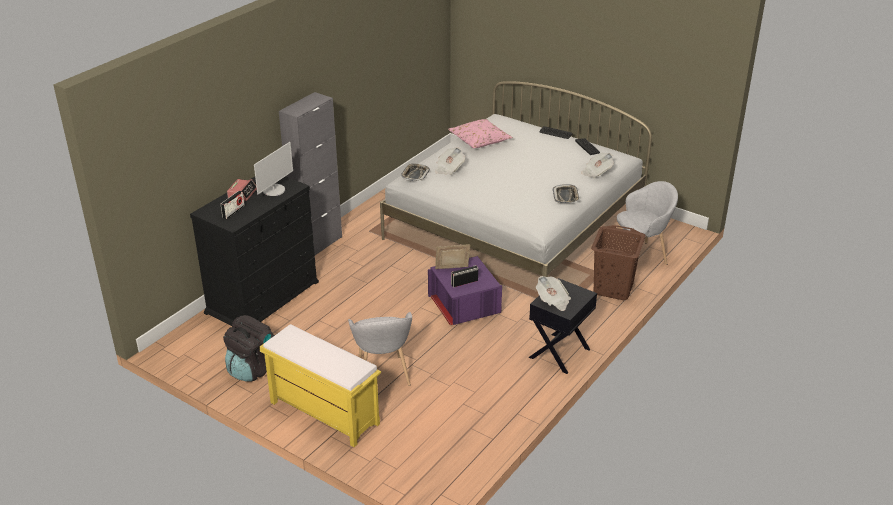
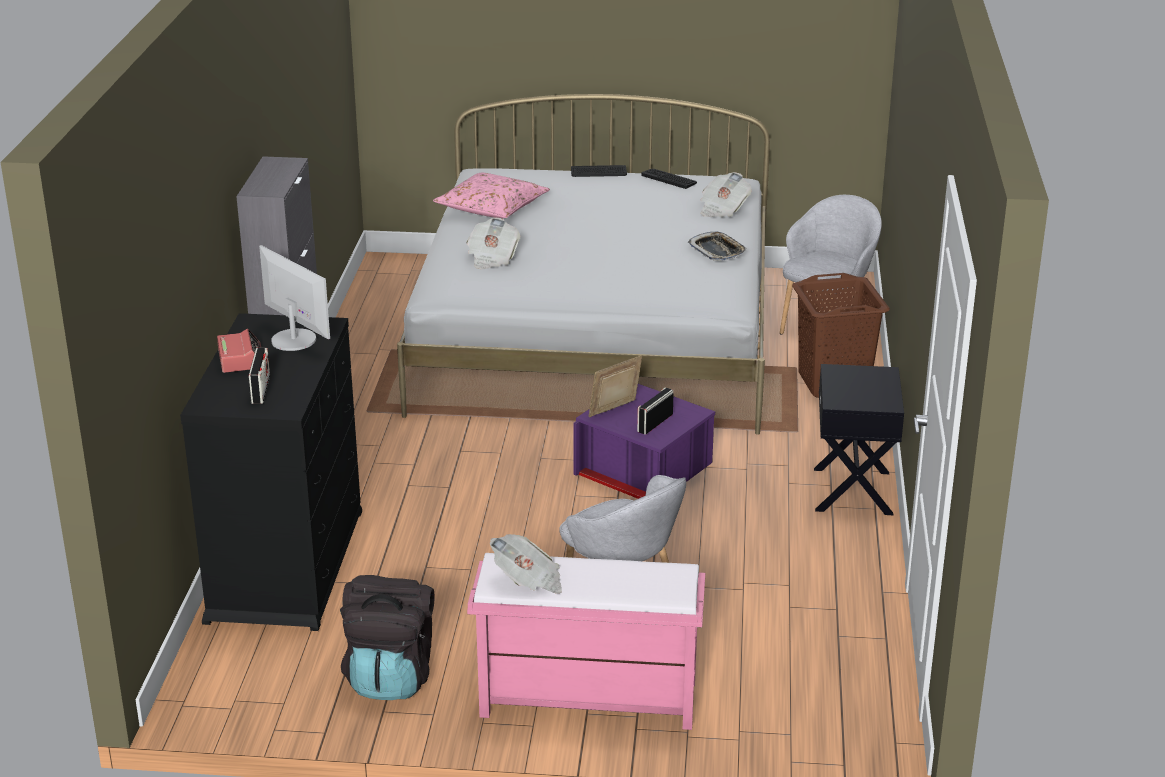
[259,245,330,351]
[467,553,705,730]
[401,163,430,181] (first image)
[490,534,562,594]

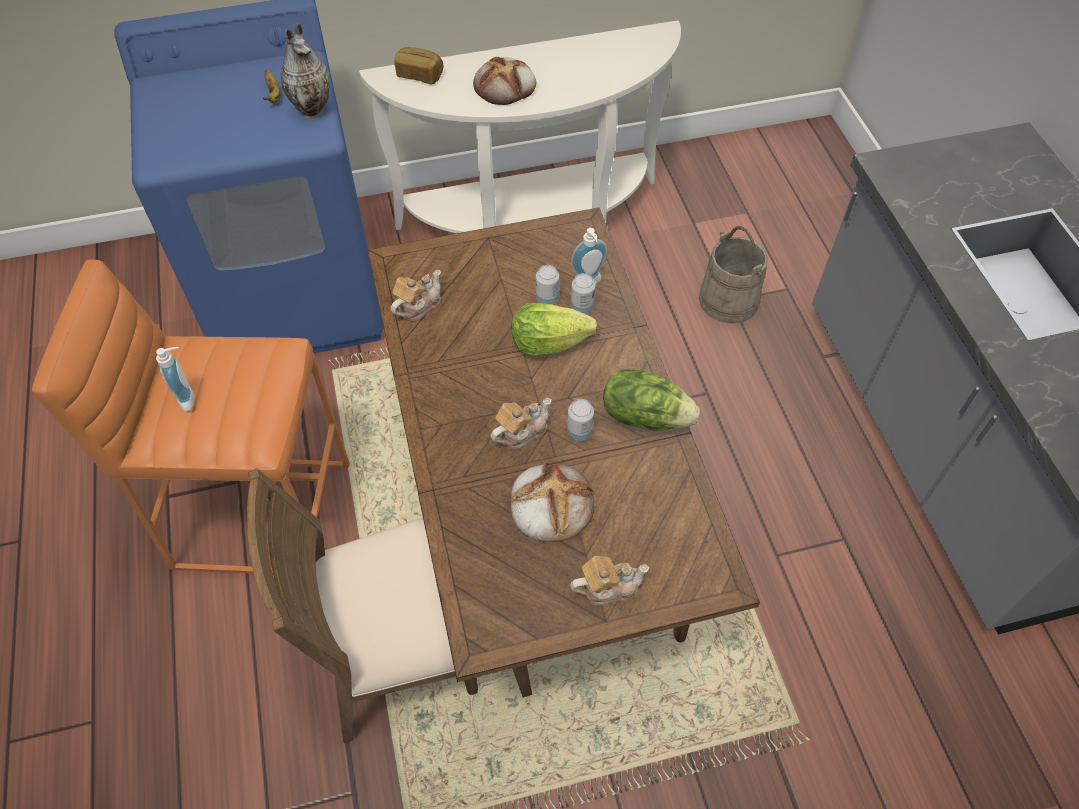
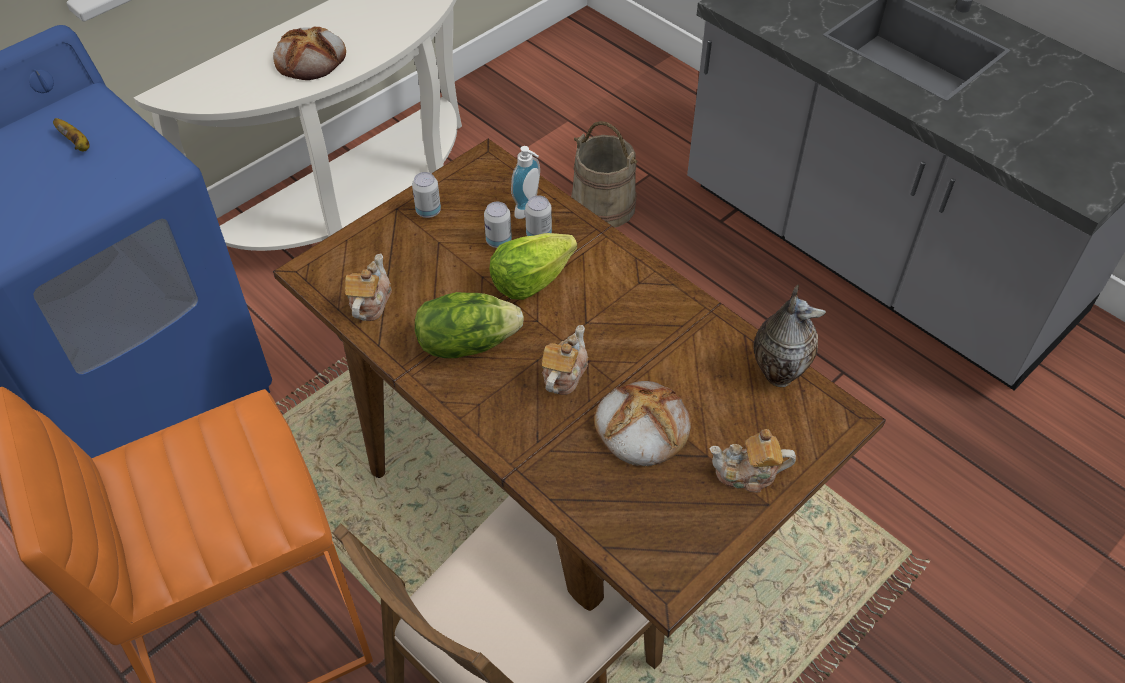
[156,347,195,412] (first image)
[754,285,826,387]
[394,47,443,84] (first image)
[412,172,441,218]
[710,429,796,493]
[415,292,524,358]

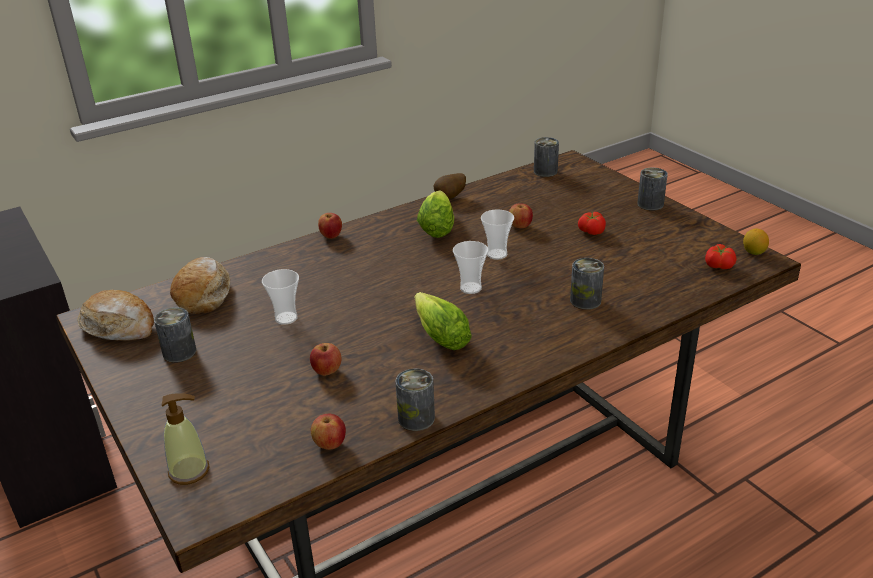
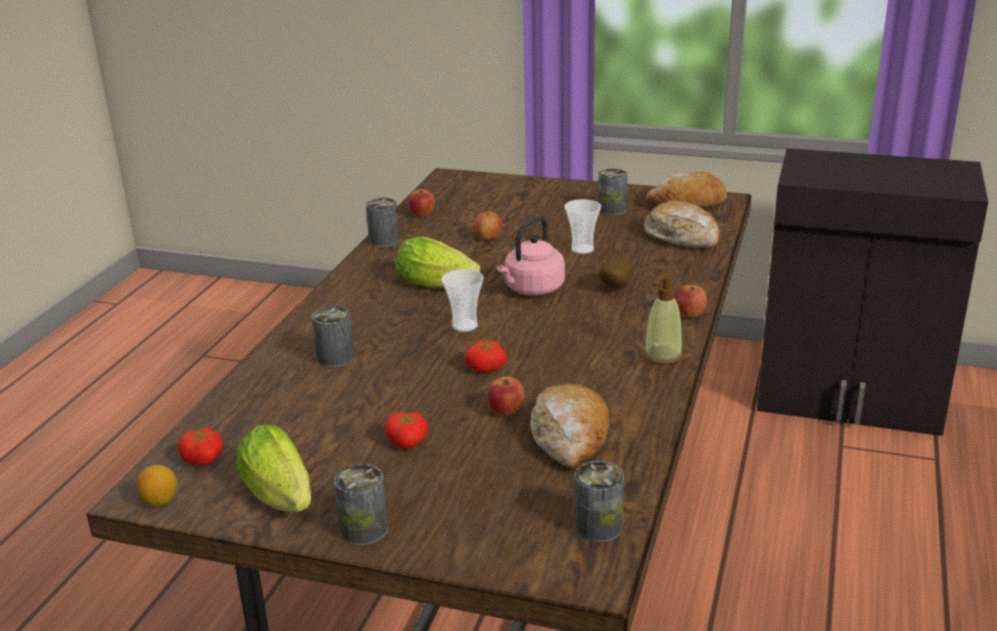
[644,271,683,365]
[236,424,311,512]
[599,258,634,288]
[465,340,507,372]
[497,216,565,296]
[530,384,609,468]

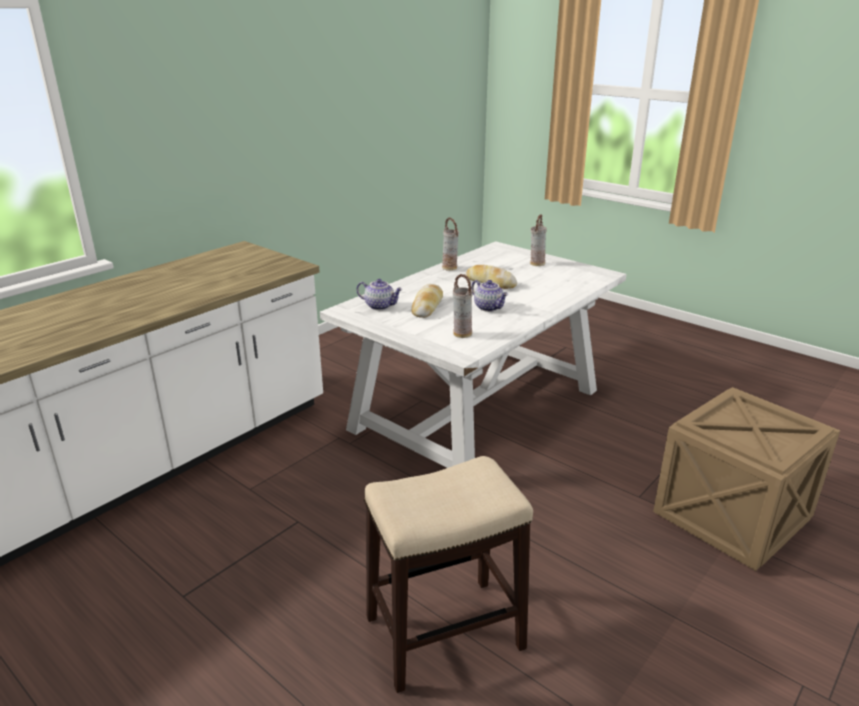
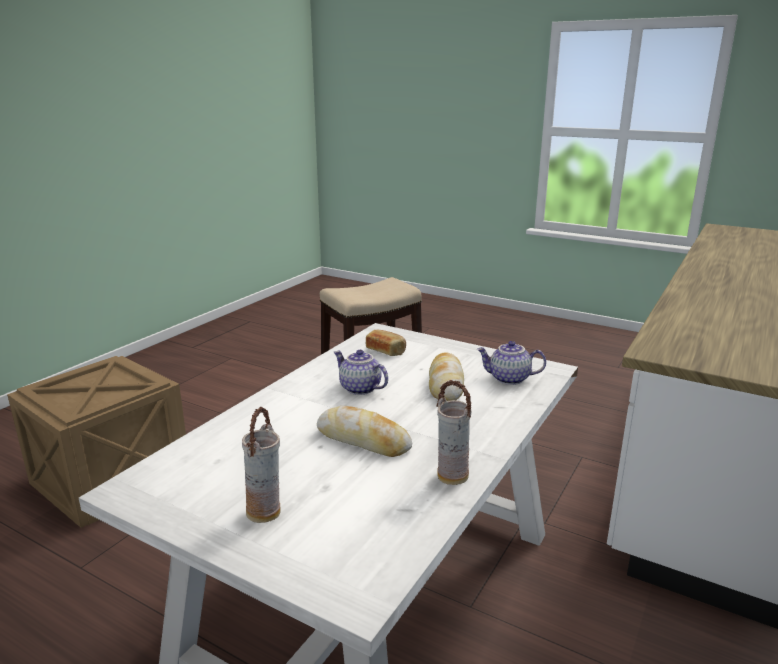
[366,330,406,356]

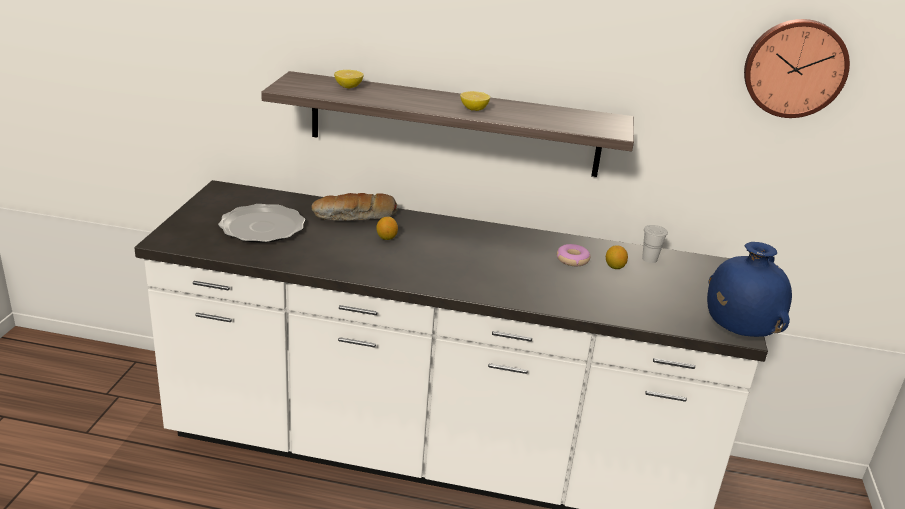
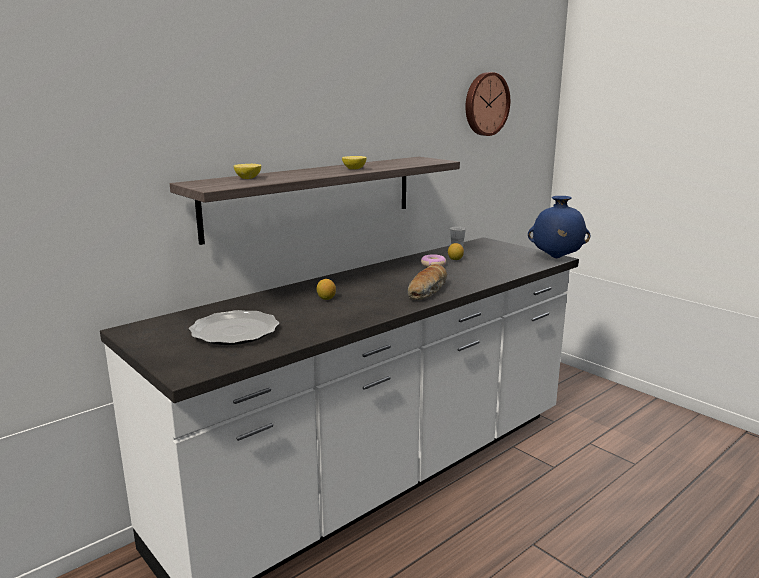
[408,264,447,300]

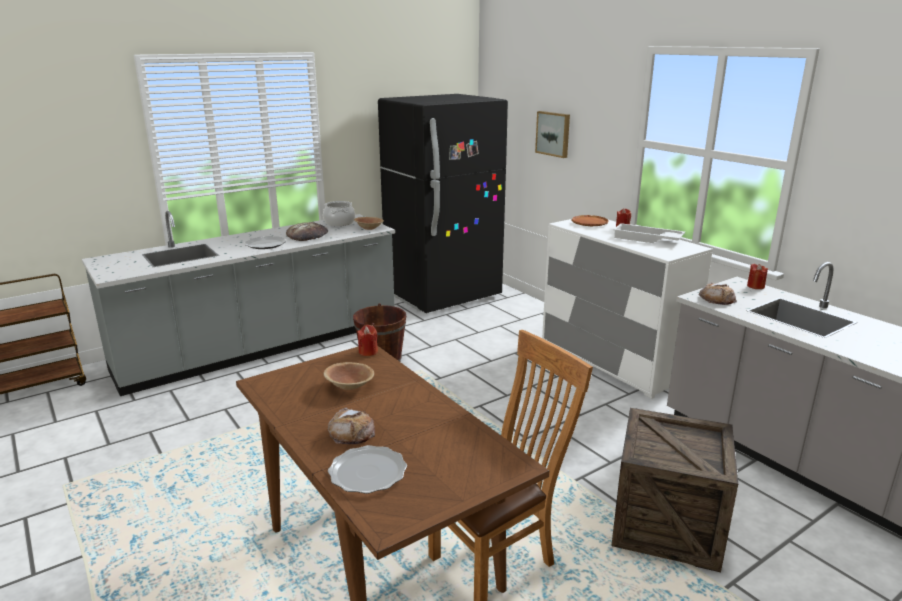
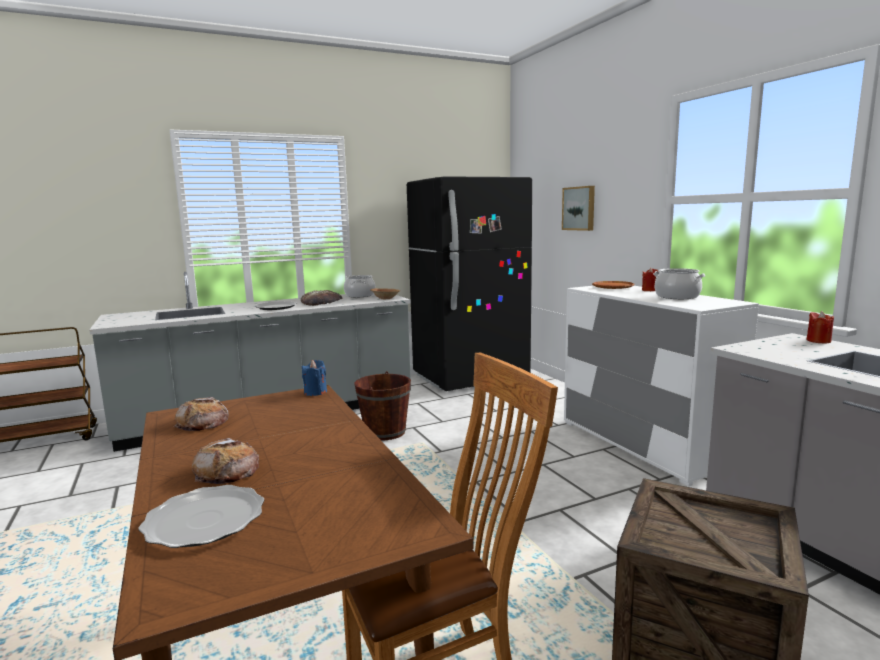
[324,362,374,390] (first image)
[302,360,327,396]
[653,268,705,299]
[174,397,229,431]

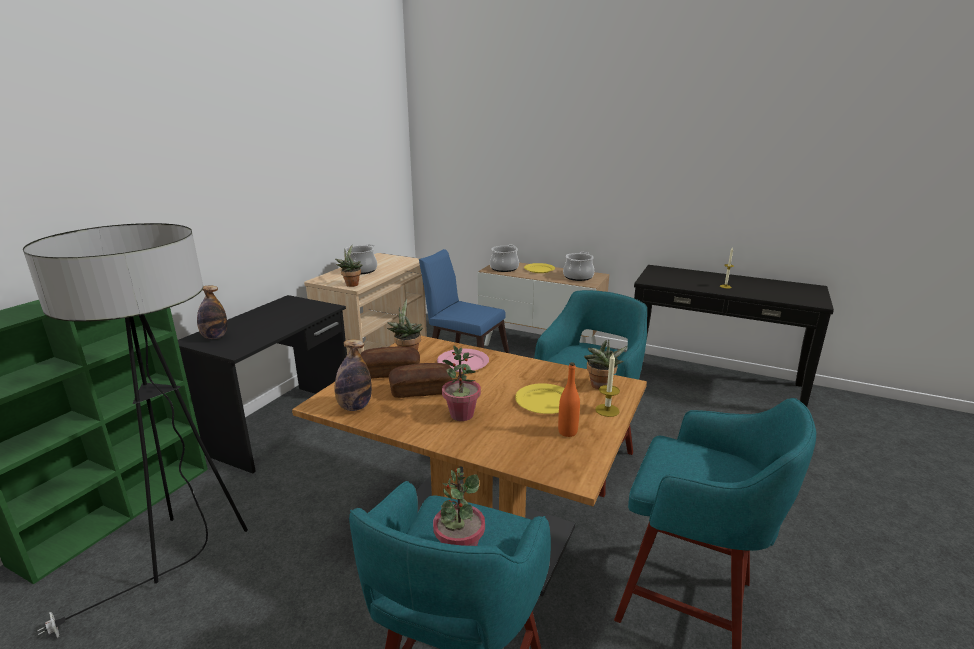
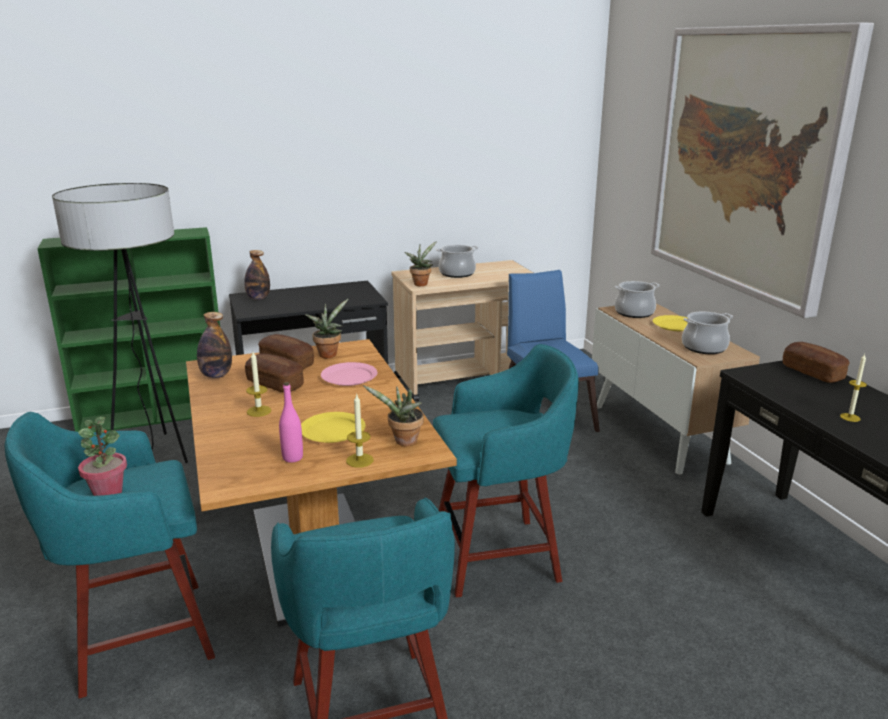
[246,352,271,417]
[279,382,303,463]
[651,23,874,318]
[783,342,850,383]

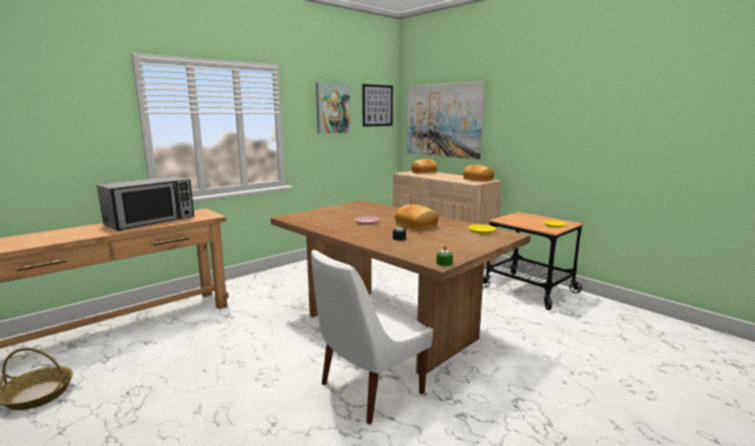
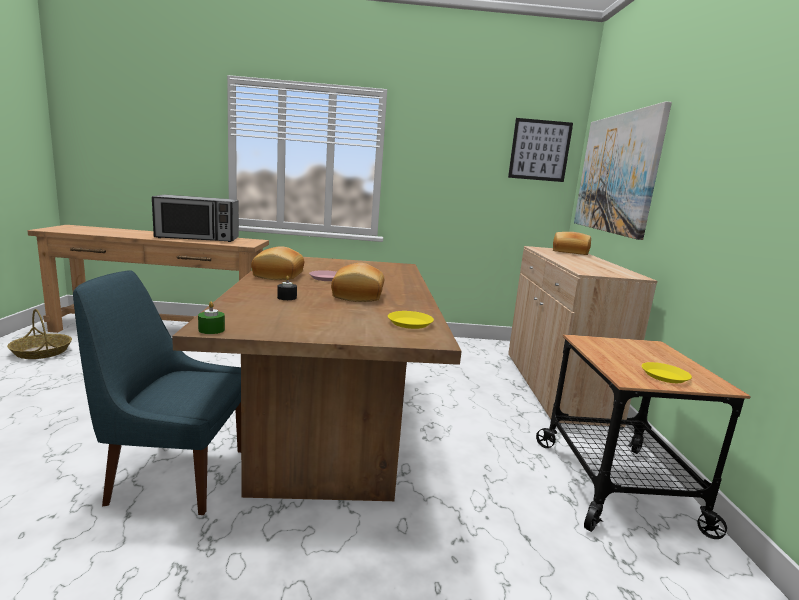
[73,270,241,515]
[316,82,351,134] (first image)
[251,246,304,280]

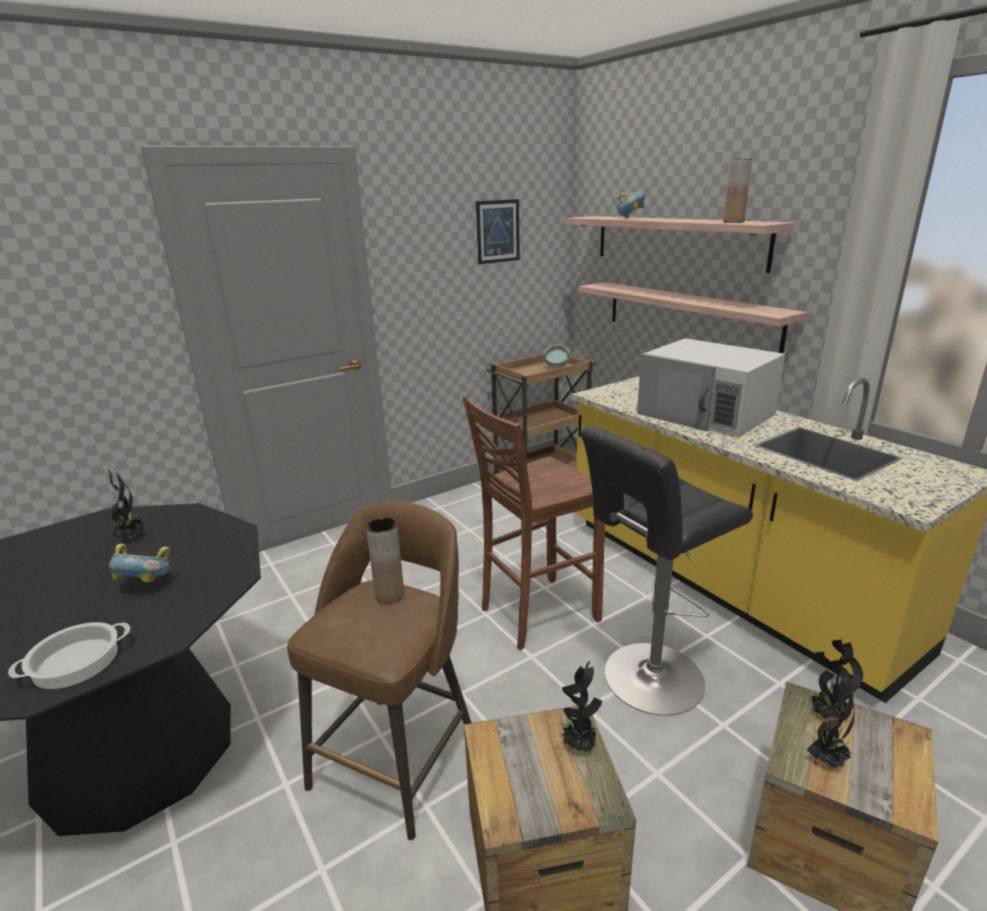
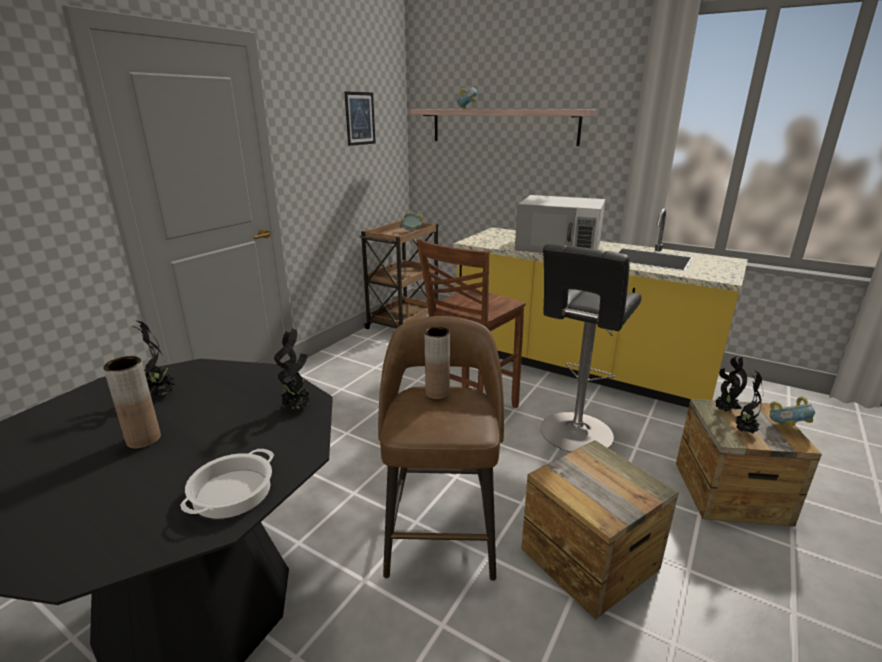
[770,396,815,426]
[274,328,310,409]
[579,282,807,353] (first image)
[103,356,161,449]

